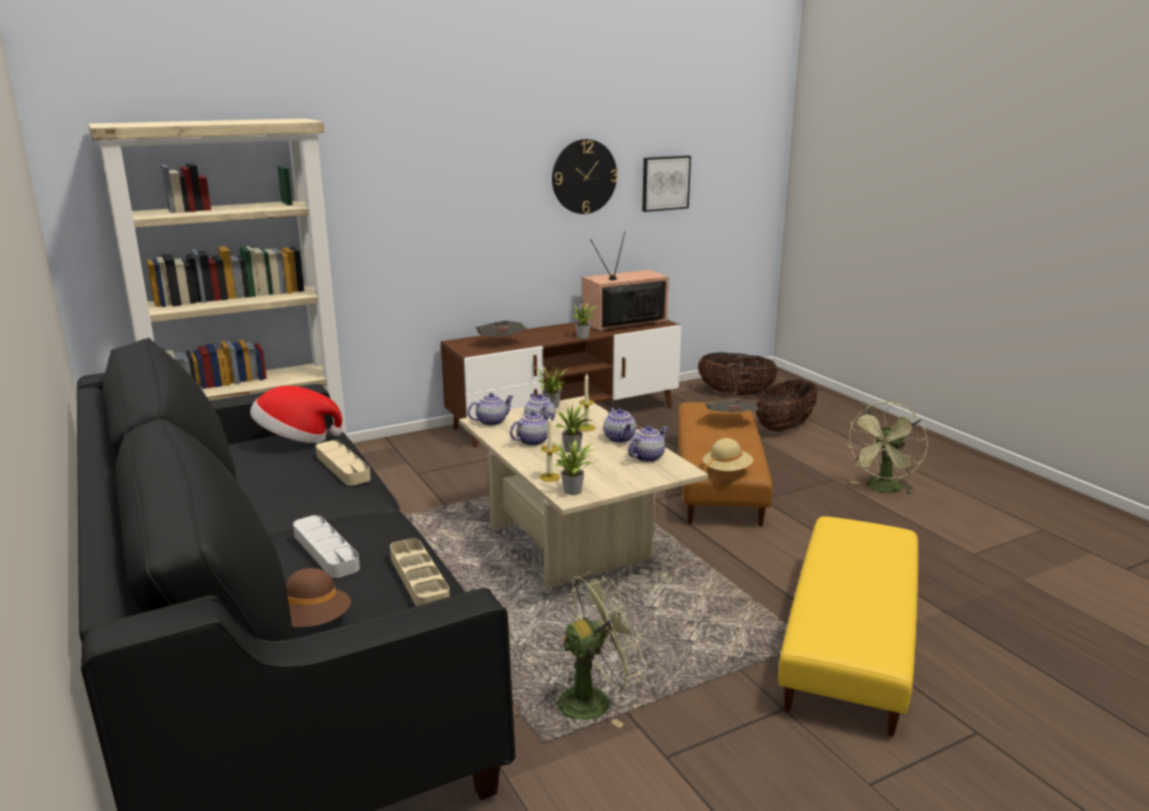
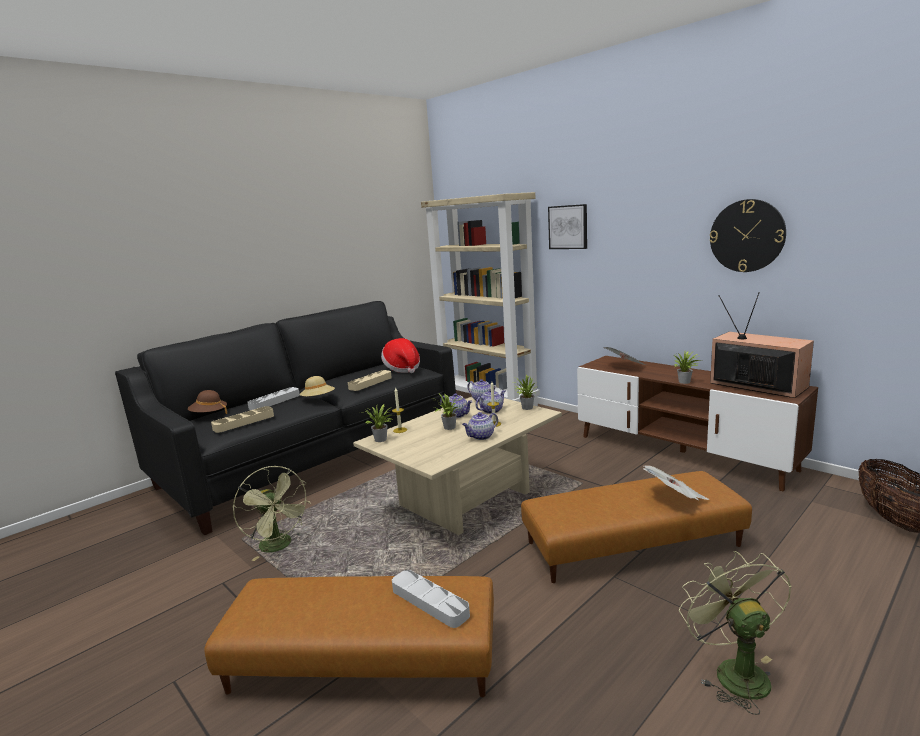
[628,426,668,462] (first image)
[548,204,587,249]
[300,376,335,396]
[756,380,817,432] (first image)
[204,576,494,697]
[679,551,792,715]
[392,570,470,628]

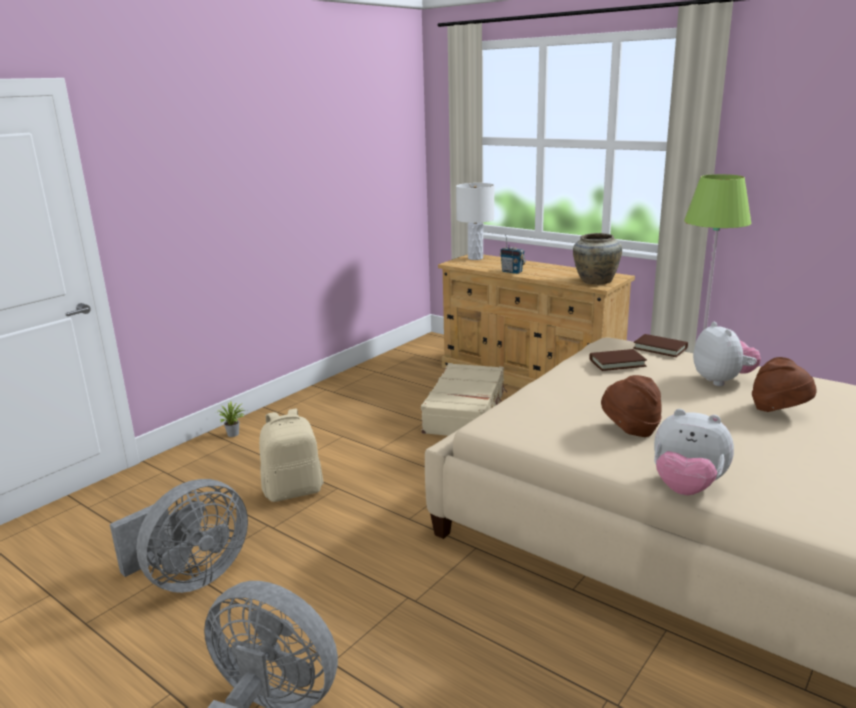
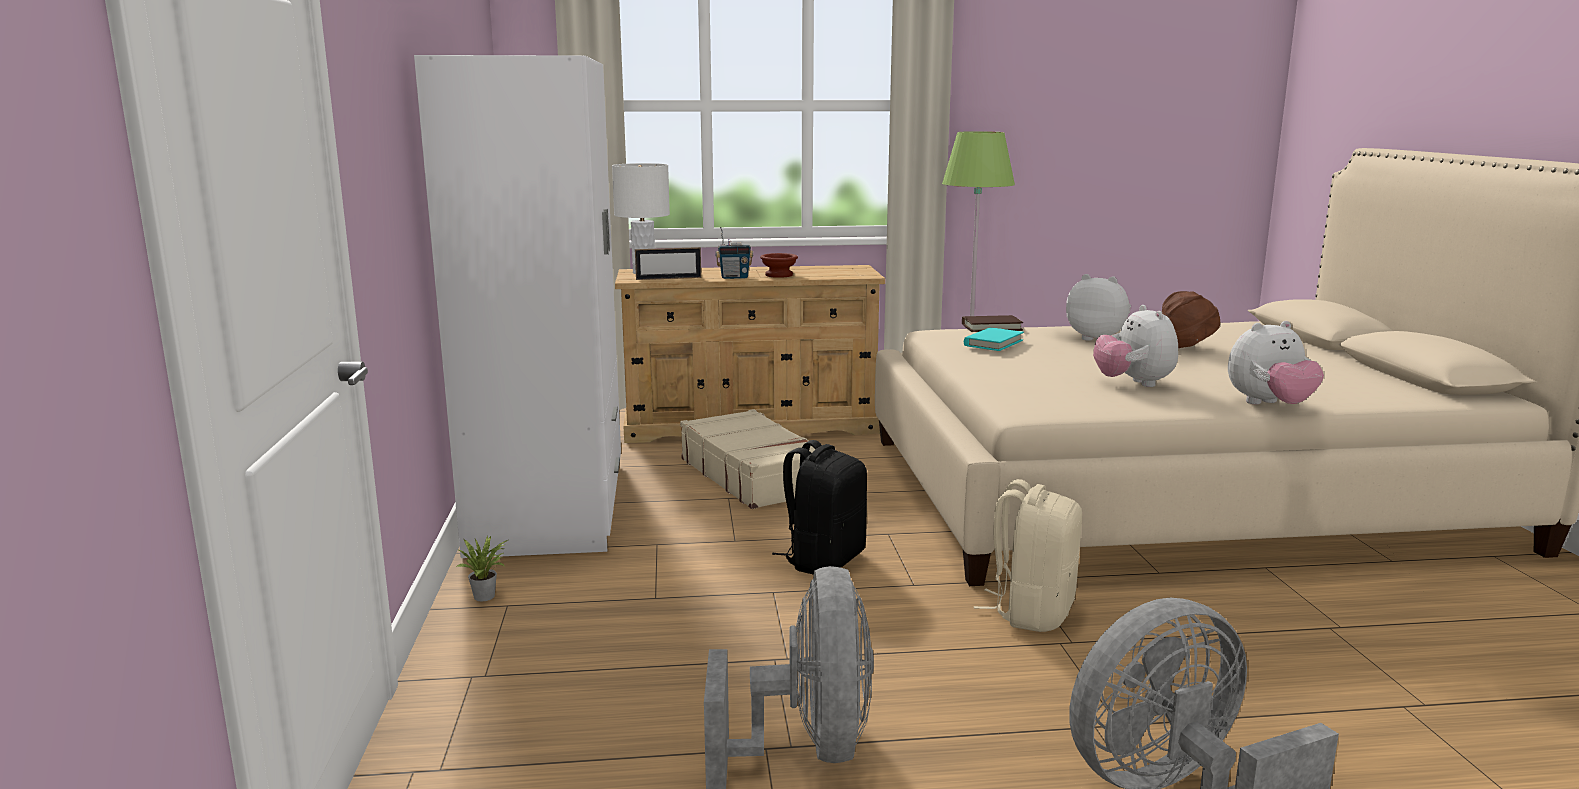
[974,479,1082,632]
[573,233,622,284] (first image)
[964,328,1024,351]
[1093,305,1178,387]
[414,55,621,558]
[635,247,701,280]
[760,253,798,278]
[772,440,867,575]

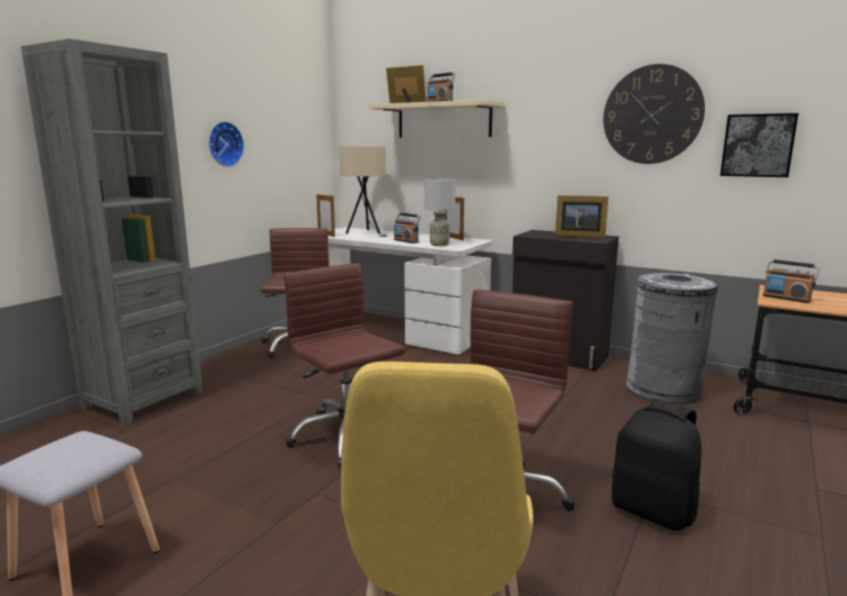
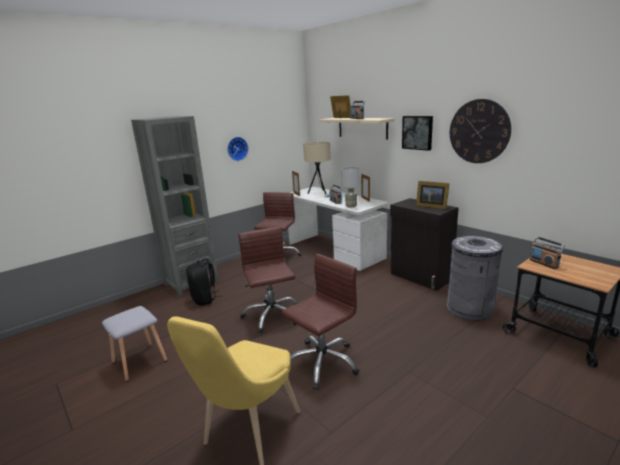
[186,258,222,305]
[402,116,433,151]

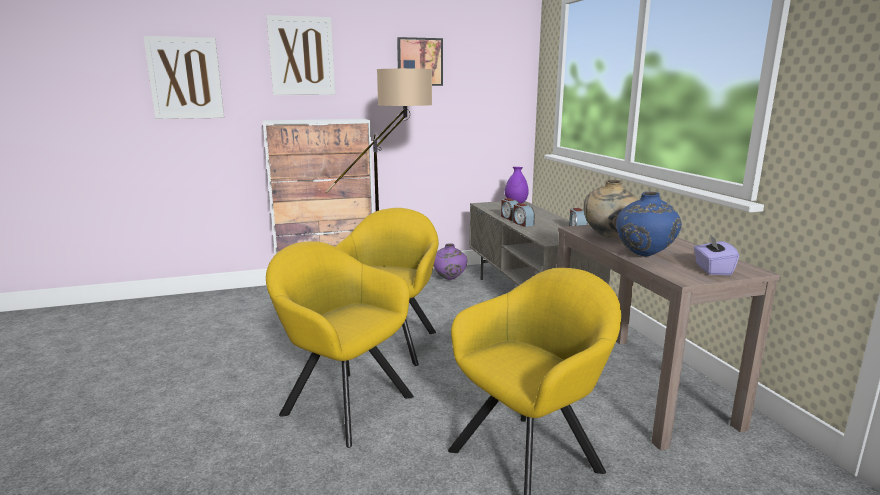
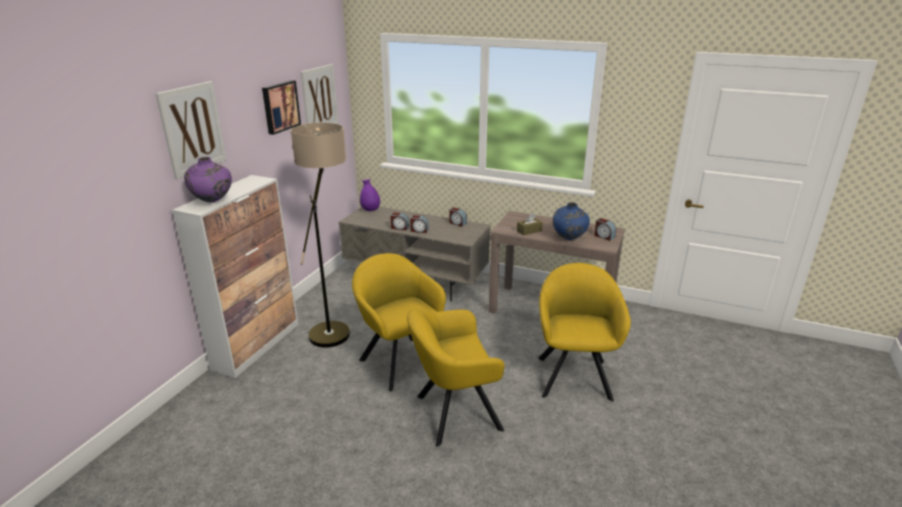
[301,64,339,124]
[184,157,232,203]
[517,213,543,235]
[594,218,616,241]

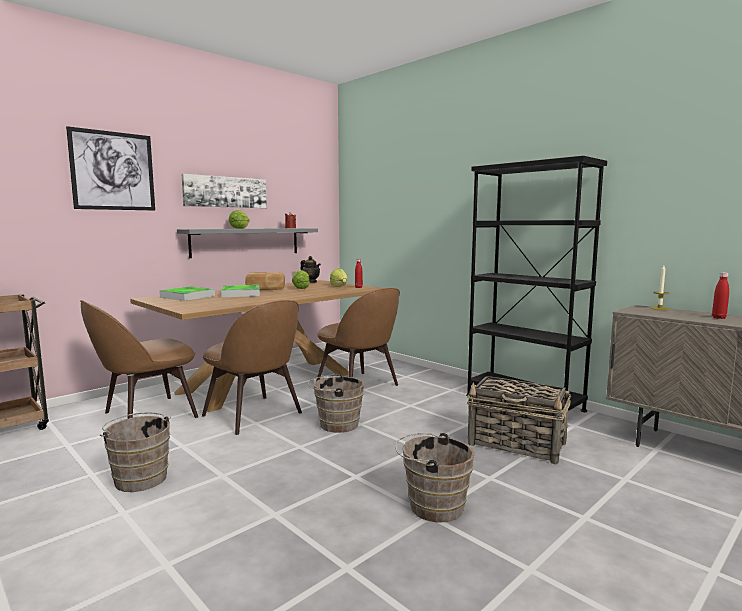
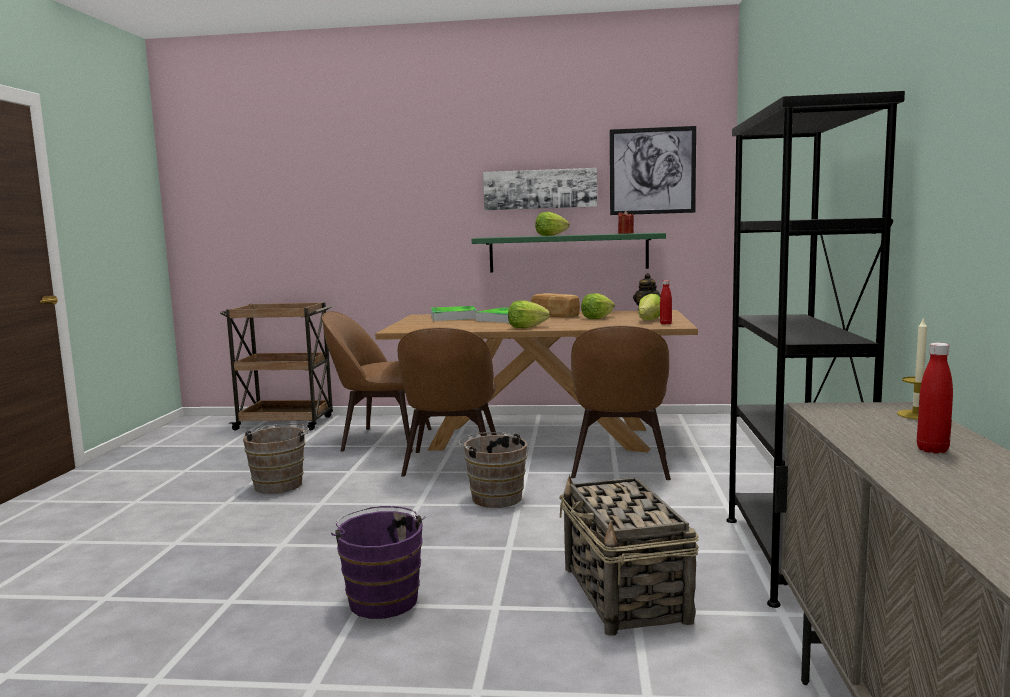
[610,126,696,215]
[472,233,666,272]
[331,506,426,619]
[508,300,550,328]

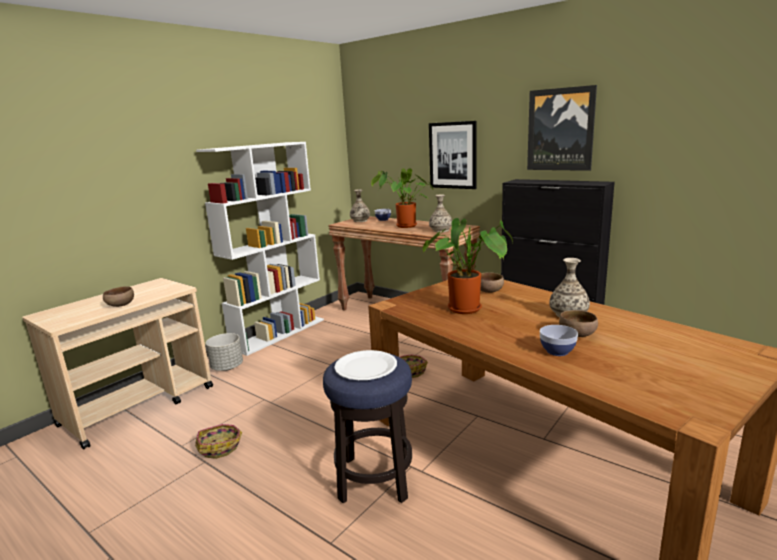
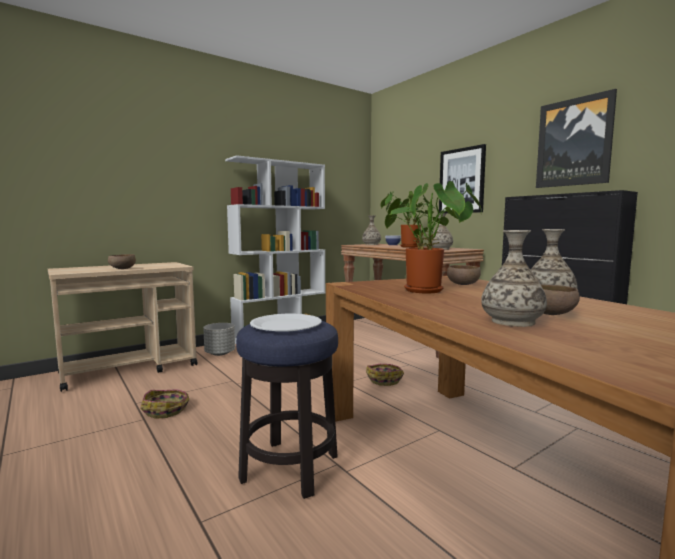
[482,230,547,327]

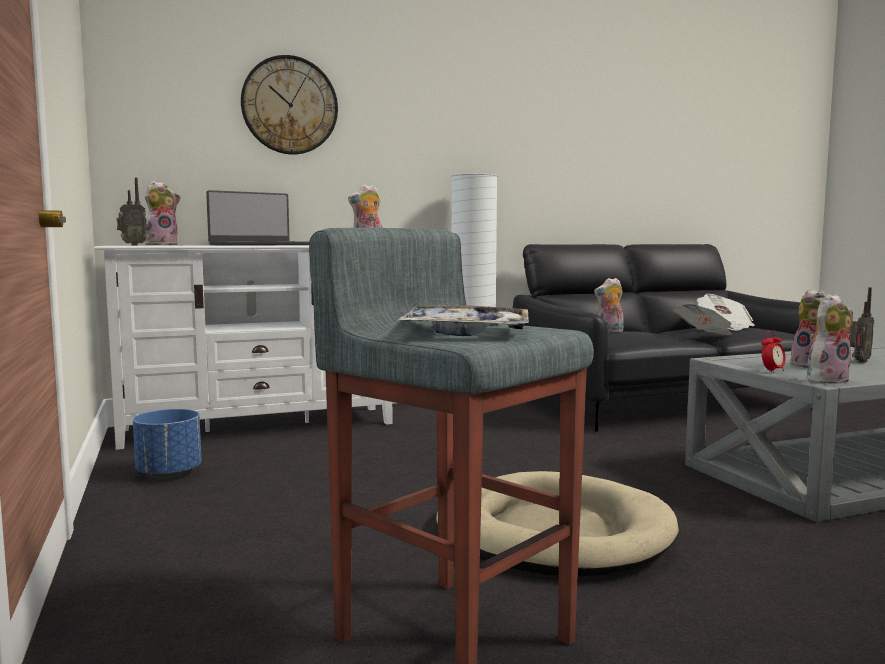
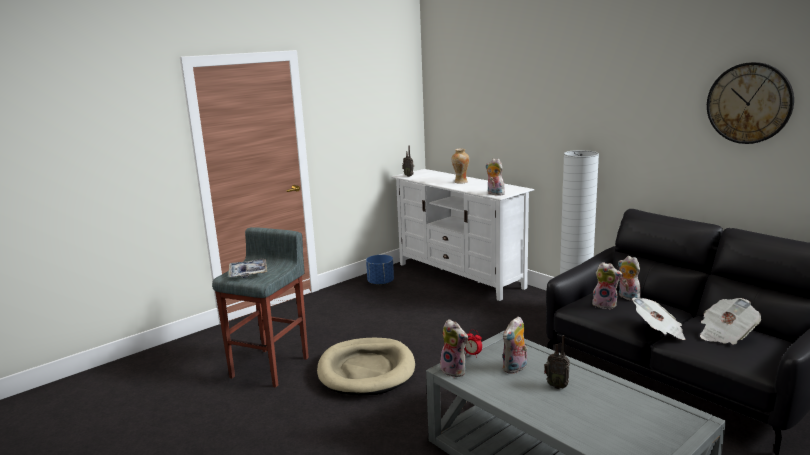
[591,262,623,309]
[452,149,469,184]
[707,62,794,144]

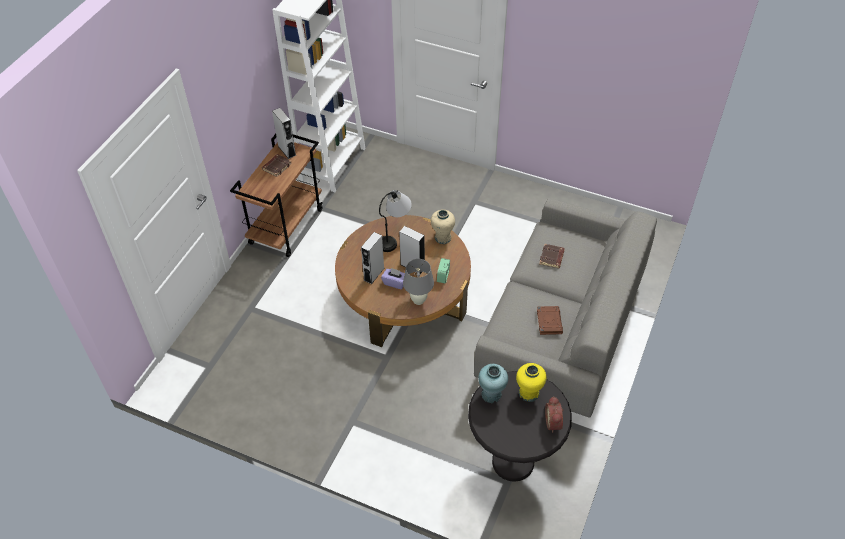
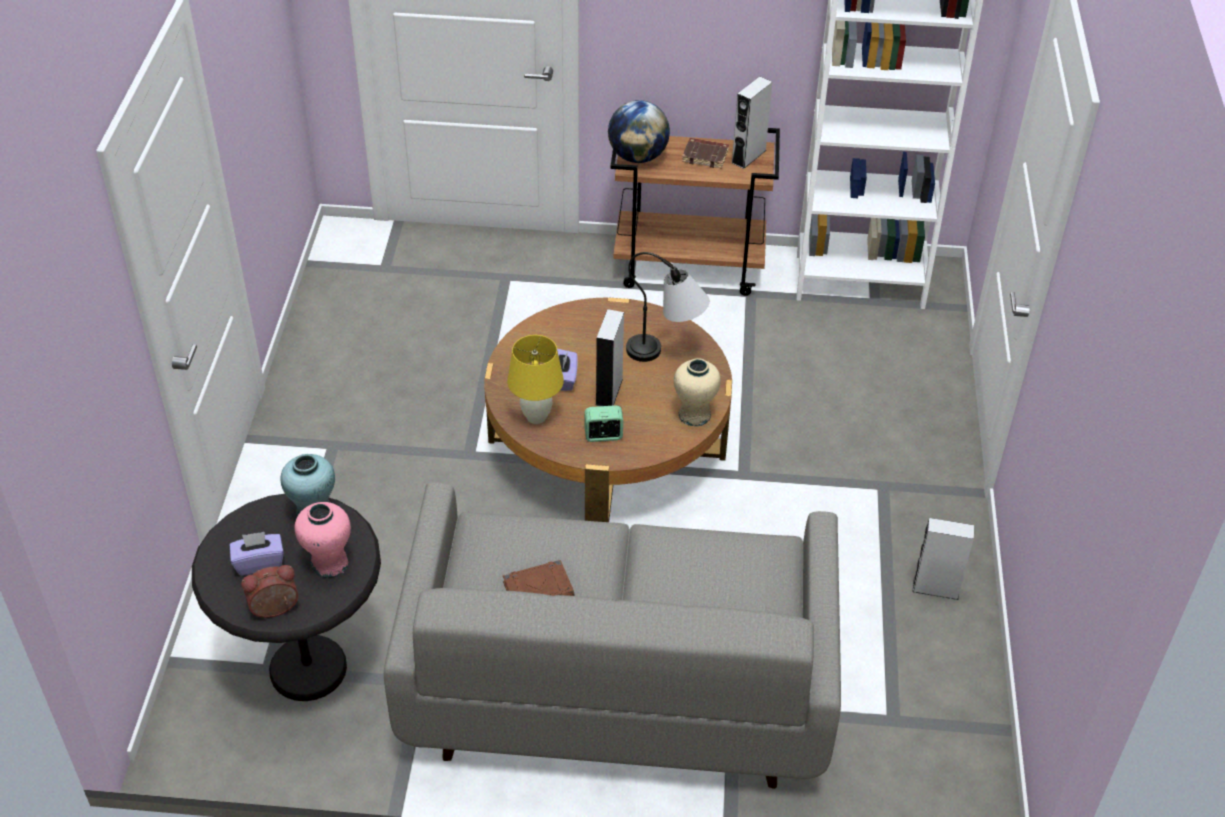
[913,518,975,600]
[507,335,564,424]
[295,502,351,578]
[539,244,565,268] (first image)
[230,532,284,576]
[608,100,670,163]

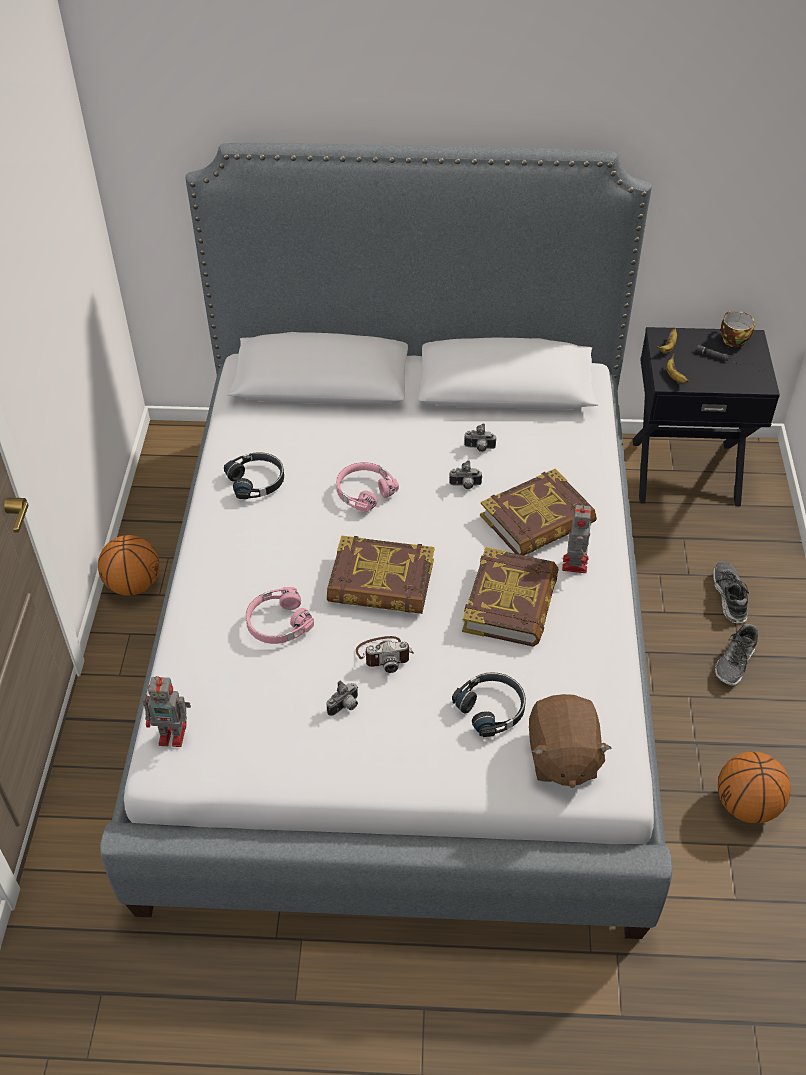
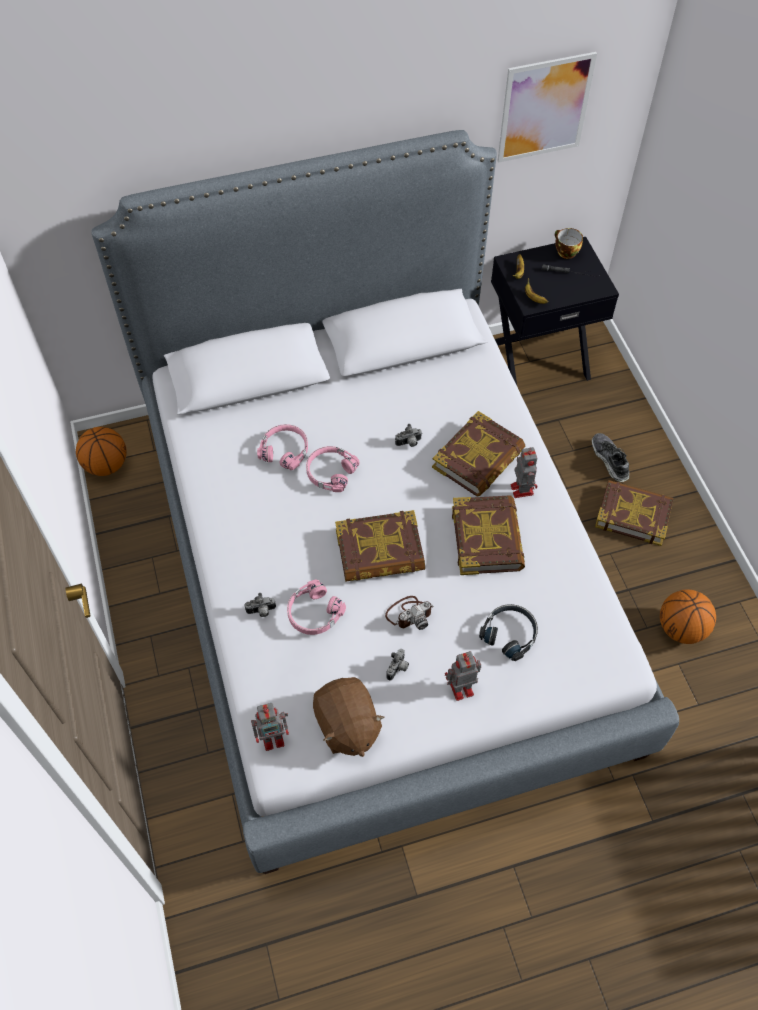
[76,427,126,476]
[224,452,284,499] (first image)
[245,593,276,617]
[313,677,385,757]
[595,480,674,546]
[257,424,308,470]
[445,651,481,701]
[498,52,597,163]

